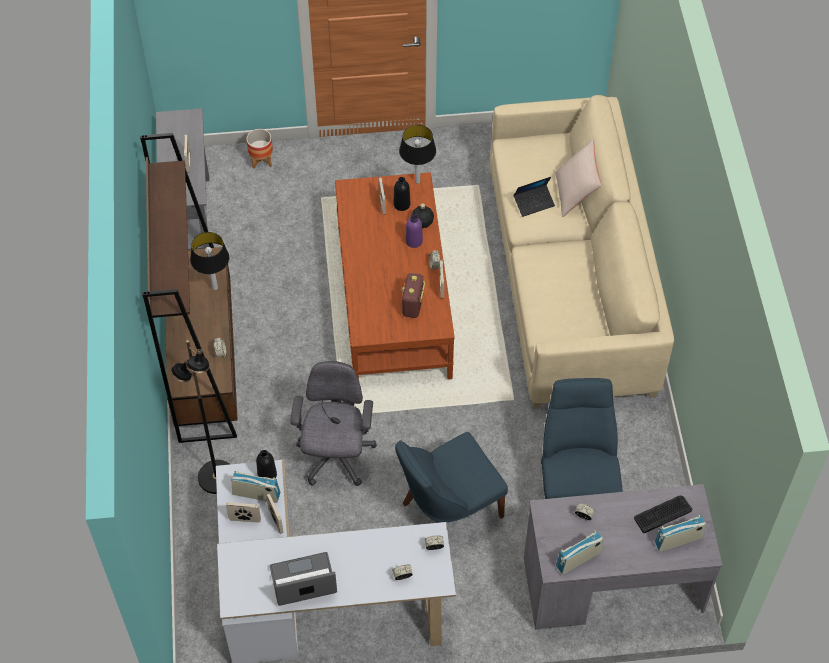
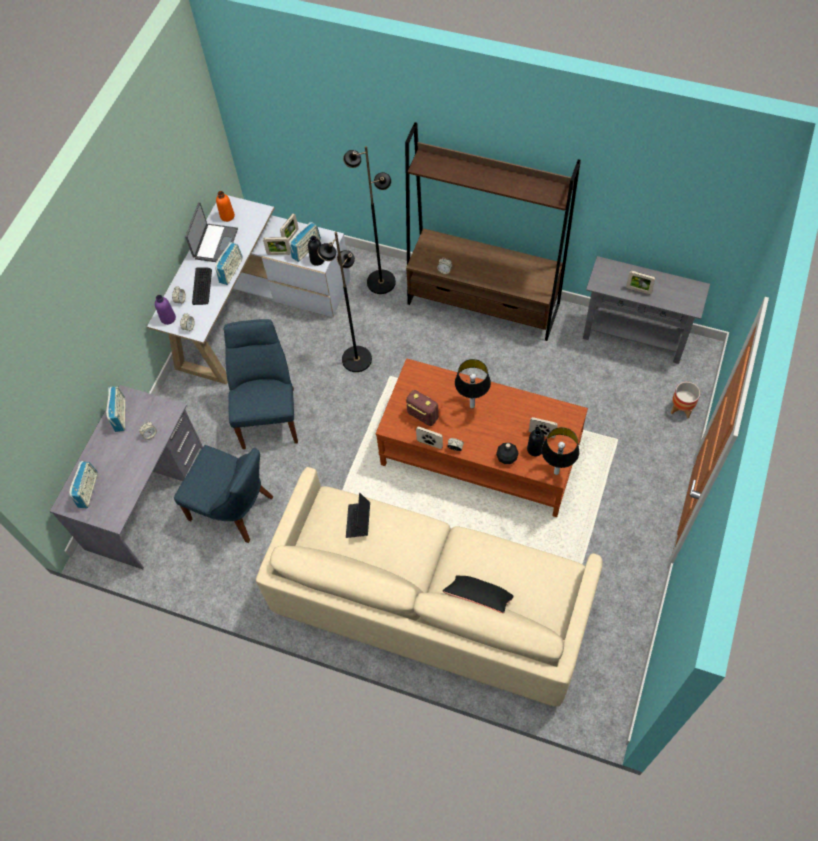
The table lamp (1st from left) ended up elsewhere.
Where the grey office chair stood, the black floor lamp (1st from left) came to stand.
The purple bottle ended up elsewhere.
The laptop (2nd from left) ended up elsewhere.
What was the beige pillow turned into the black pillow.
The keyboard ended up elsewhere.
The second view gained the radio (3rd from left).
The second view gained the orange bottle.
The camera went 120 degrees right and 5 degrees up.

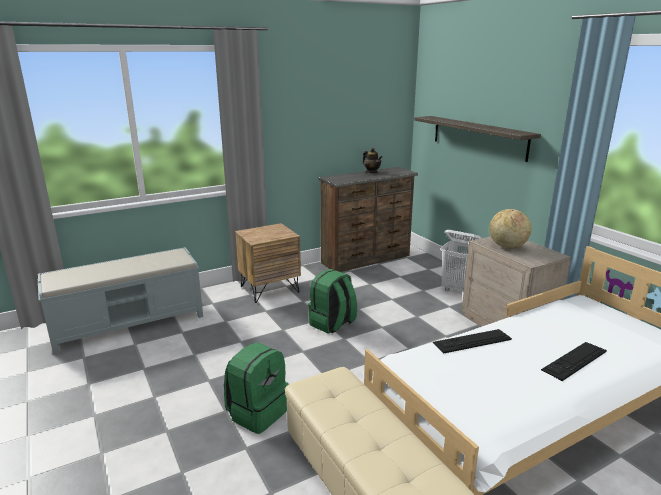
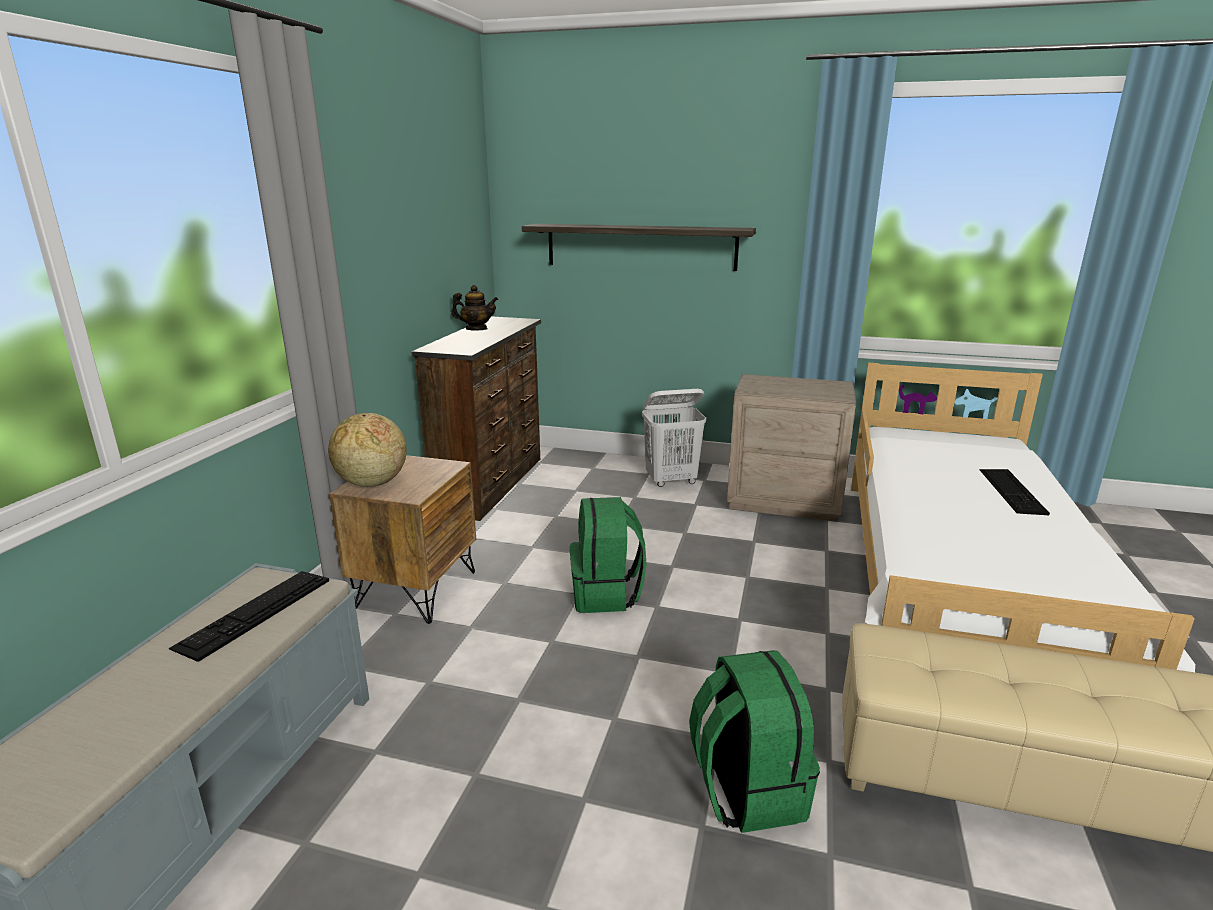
The keyboard (1st from left) ended up elsewhere.
The globe ended up elsewhere.
The camera went 45 degrees left and 0 degrees up.

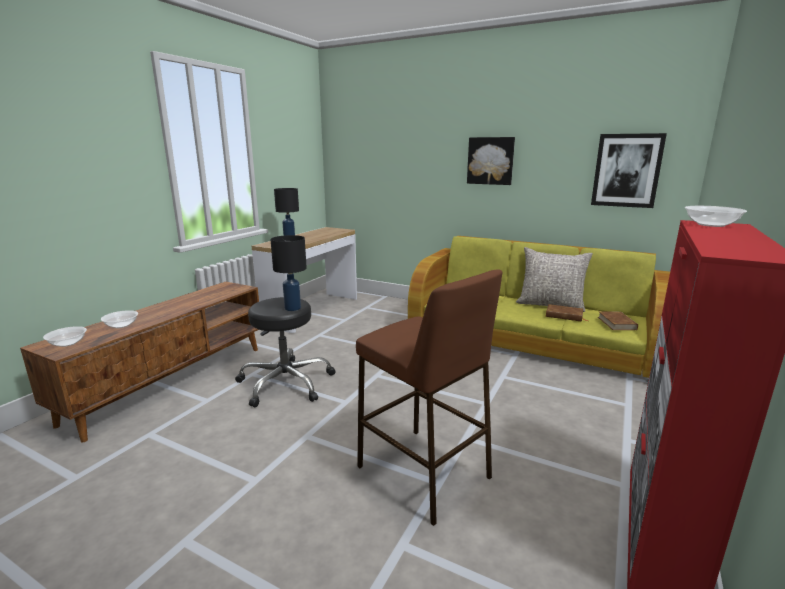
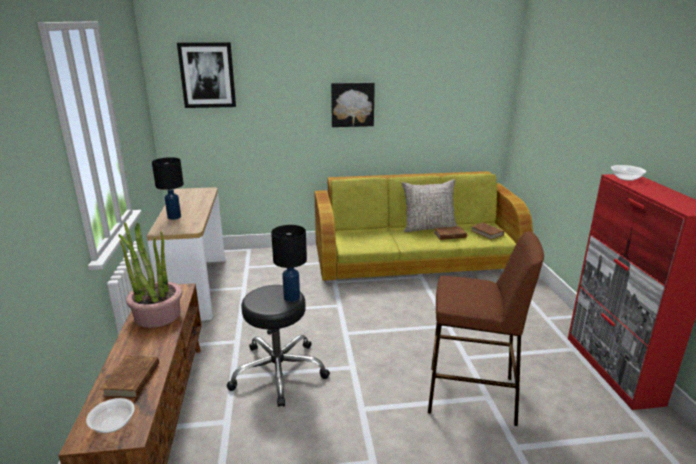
Where the bowl (2nd from left) stood, the brown book (1st from left) came to stand.
The picture (2nd from left in the first image) ended up elsewhere.
The second view gained the potted plant.
The camera went 35 degrees left and 5 degrees up.

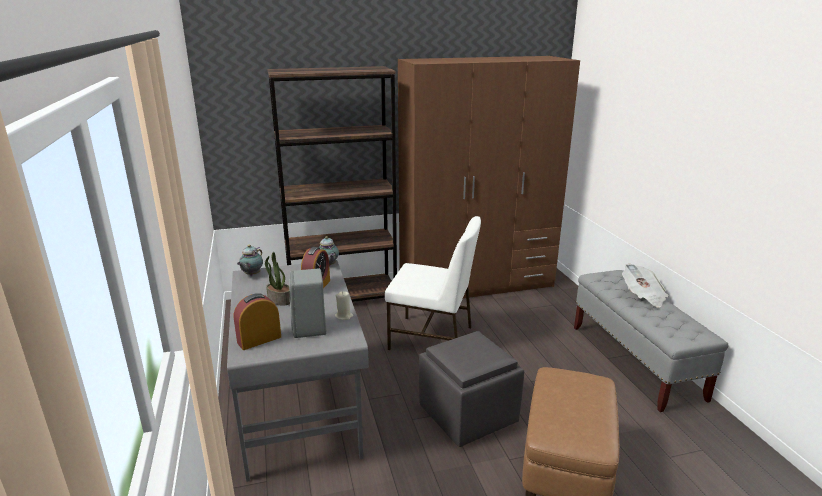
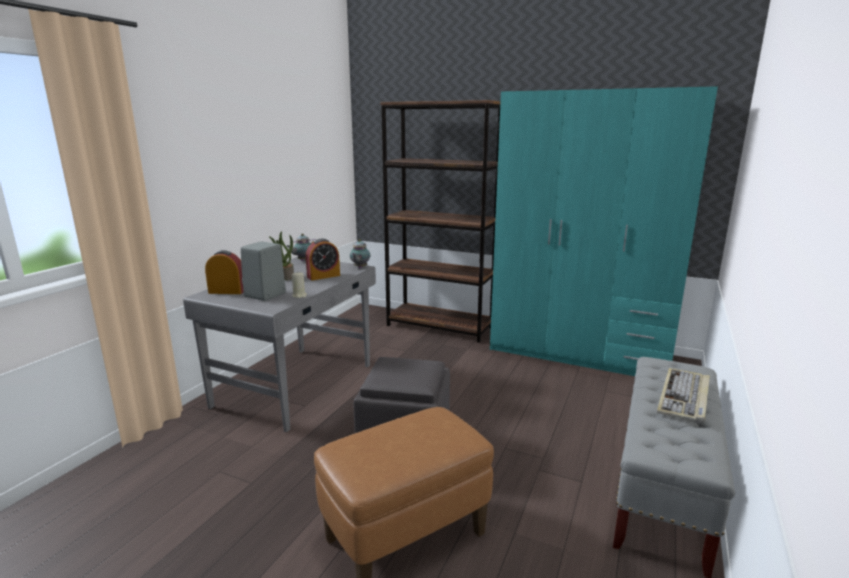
The second view lost the white chair.
What was the brown wardrobe turned into the turquoise wardrobe.
Where the newspaper stood, the keyboard came to stand.
The camera went 40 degrees right and 5 degrees down.

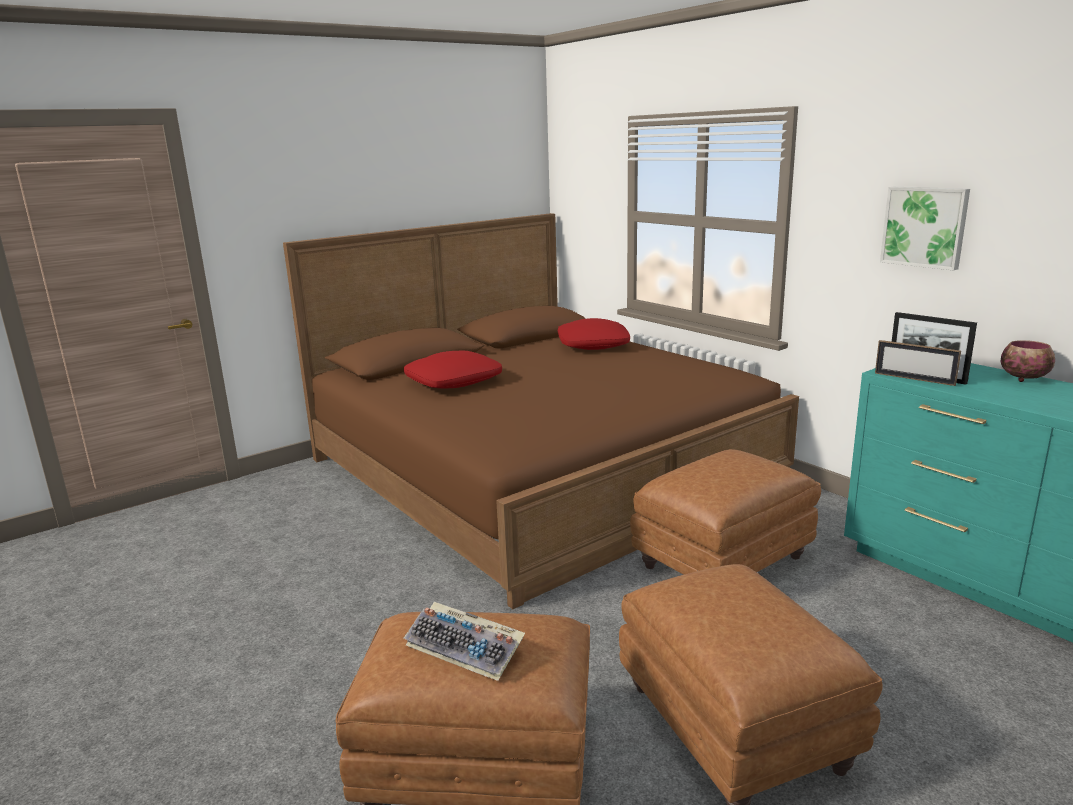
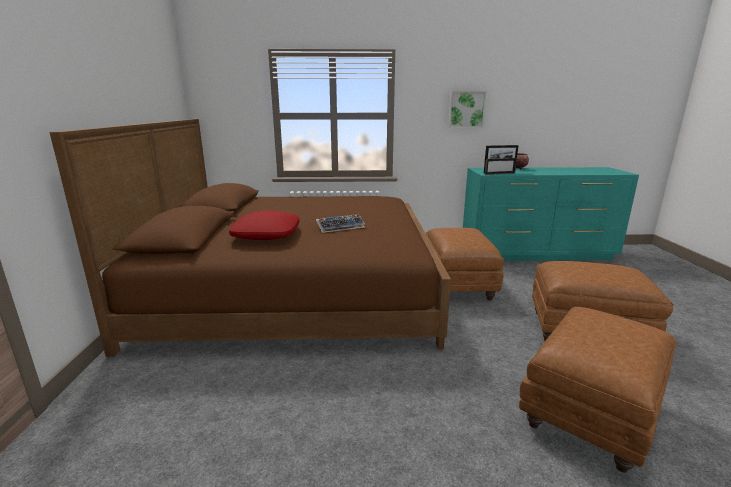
The keyboard ended up elsewhere.
The second view lost the red pillow (2nd from left).
The camera went 55 degrees left and 0 degrees up.

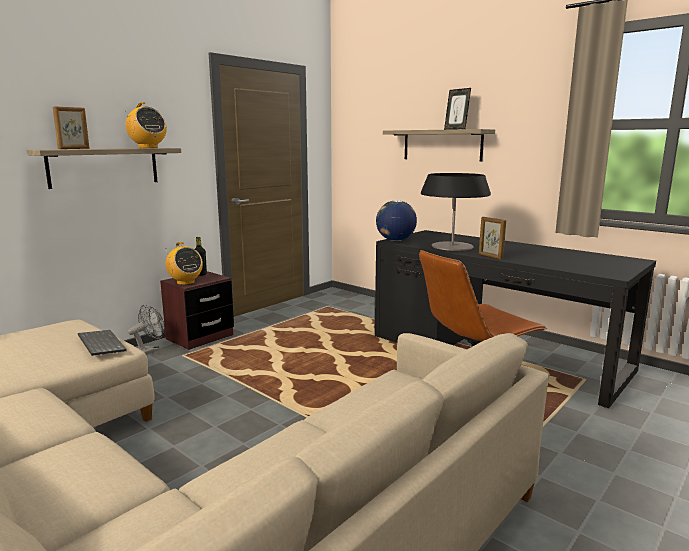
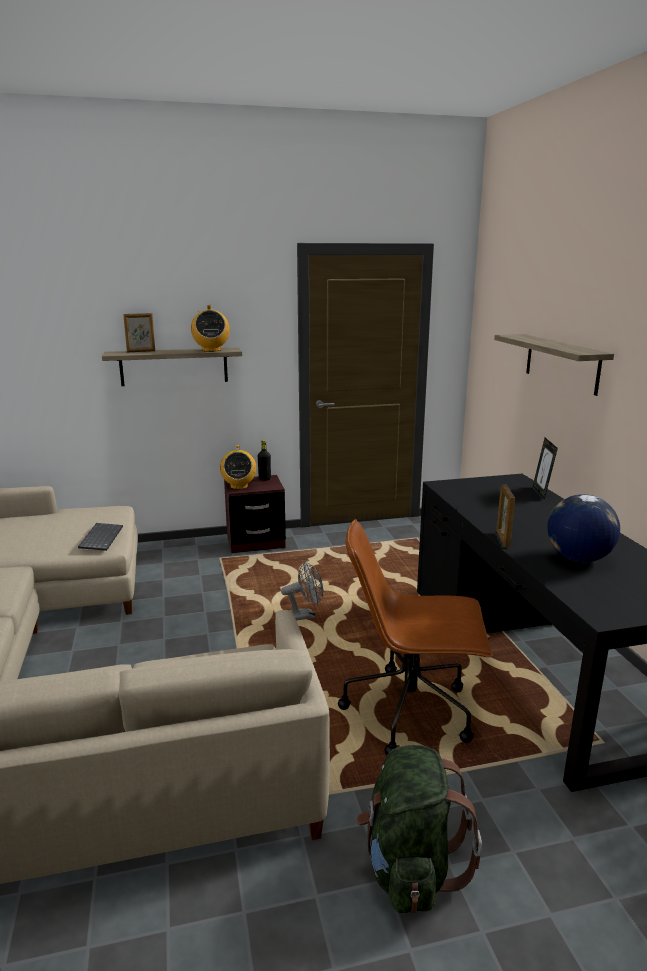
The grey fan ended up elsewhere.
The globe ended up elsewhere.
The second view lost the table lamp.
The picture frame (2nd from left in the first image) ended up elsewhere.
The second view gained the green backpack.
The camera went 35 degrees right and 5 degrees up.

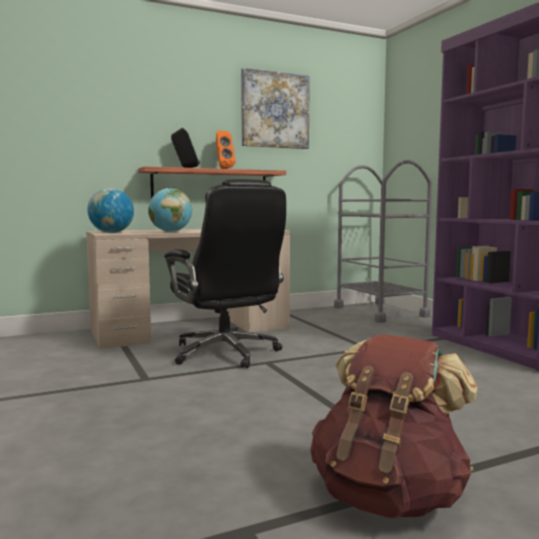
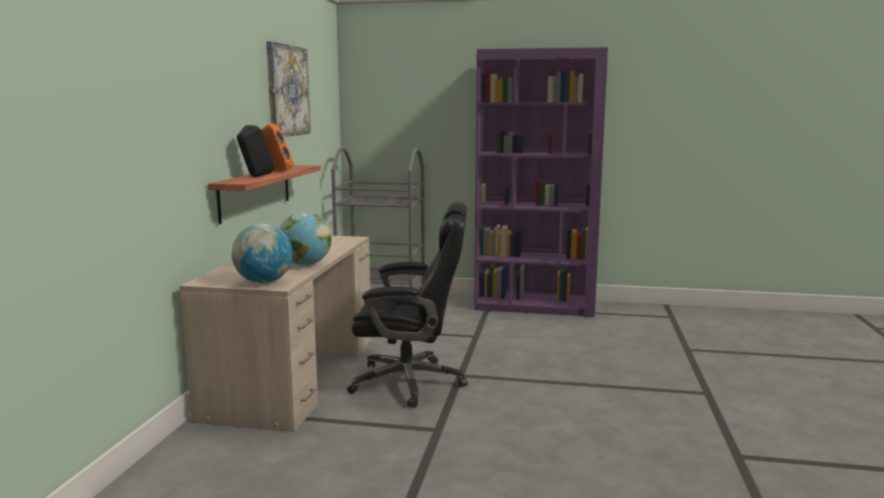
The second view lost the brown backpack.
The camera went 55 degrees left and 5 degrees up.

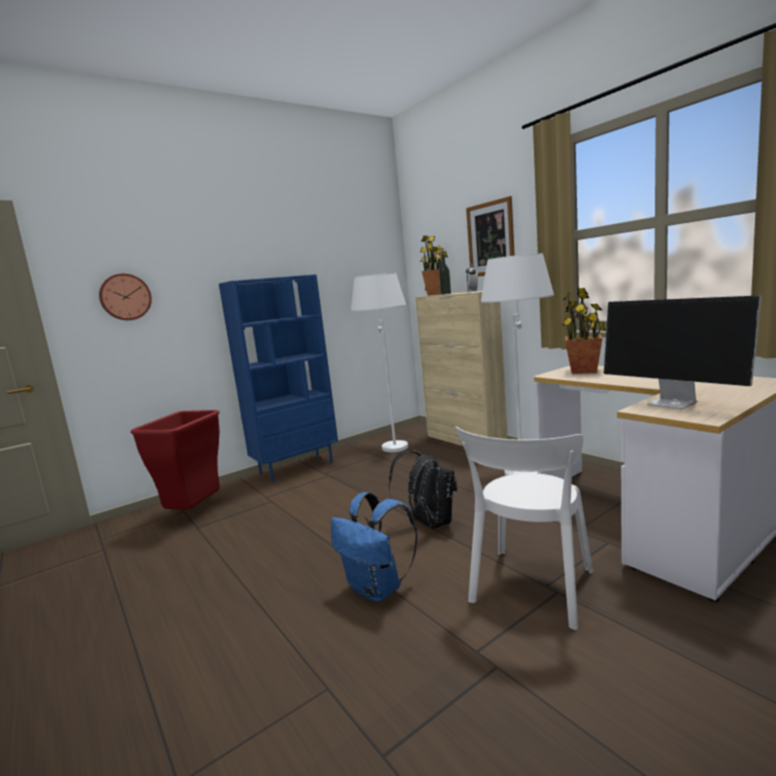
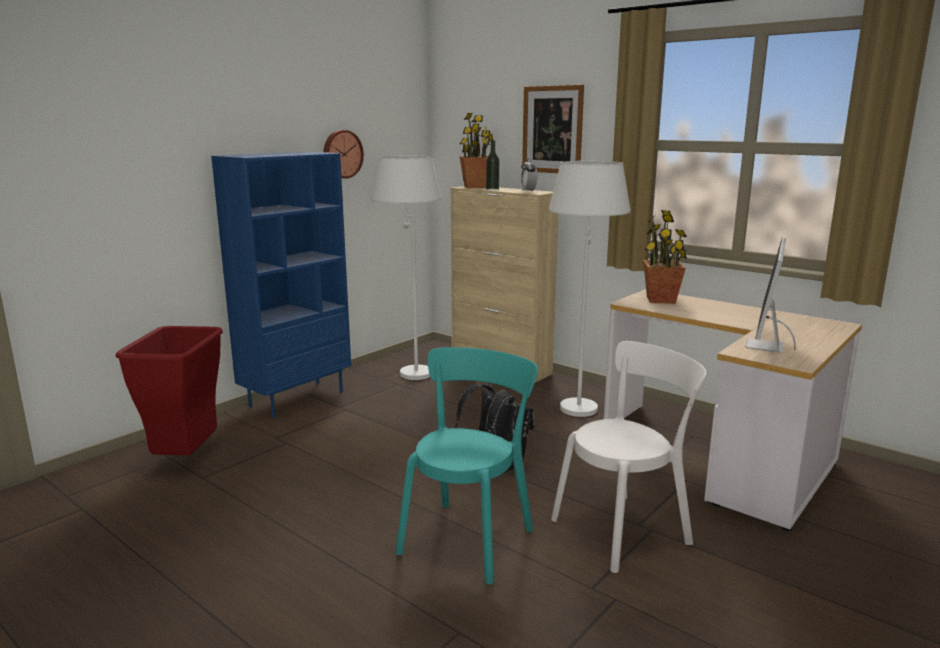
The wall clock ended up elsewhere.
Where the blue backpack stood, the turquoise chair came to stand.
The white chair ended up facing another way, 135 degrees counterclockwise from before.
The monitor ended up facing another way, 75 degrees clockwise from before.
The camera went 15 degrees left and 5 degrees up.

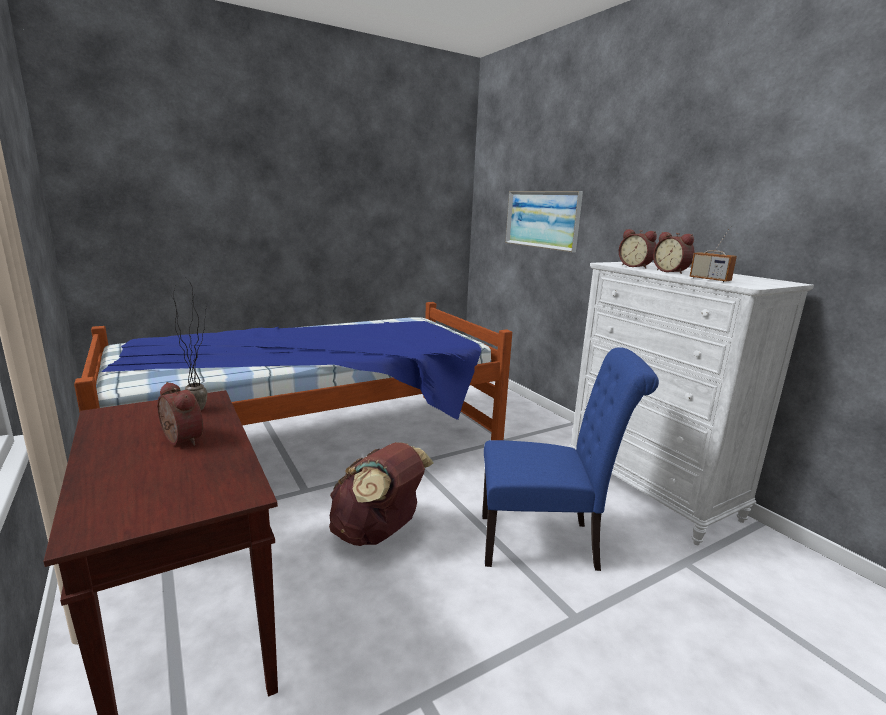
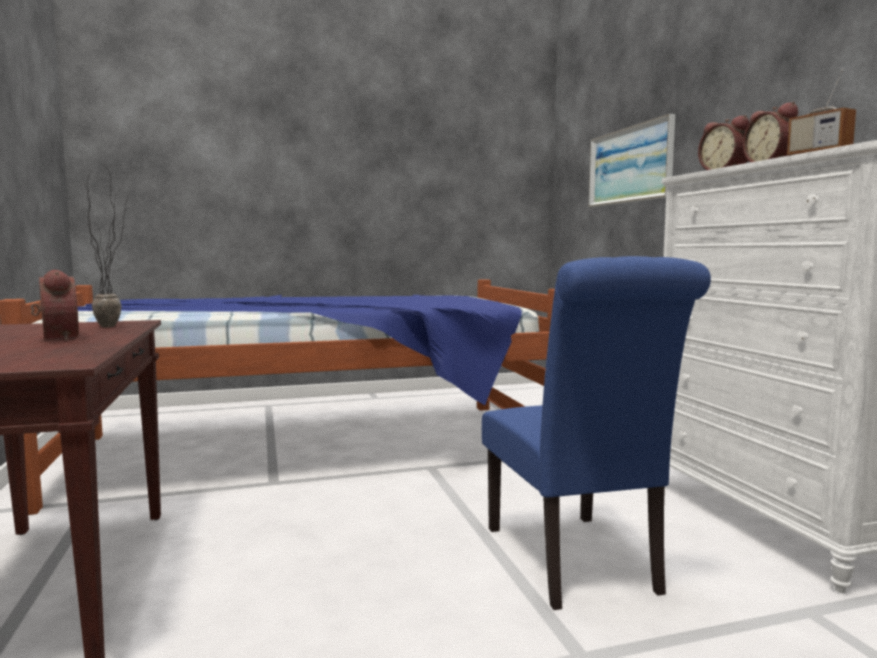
The second view lost the brown backpack.
The blue chair ended up facing another way, 60 degrees clockwise from before.
The camera went 15 degrees right and 10 degrees down.

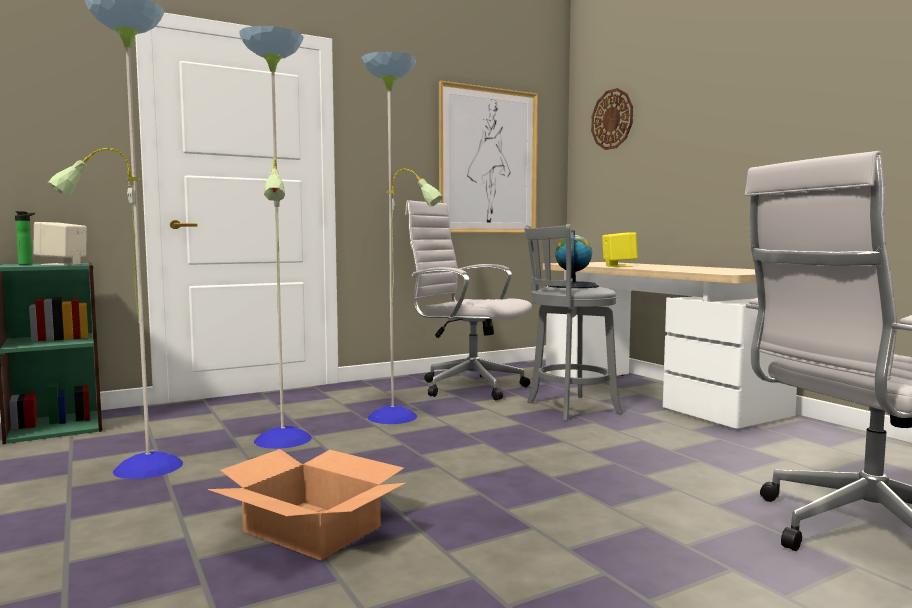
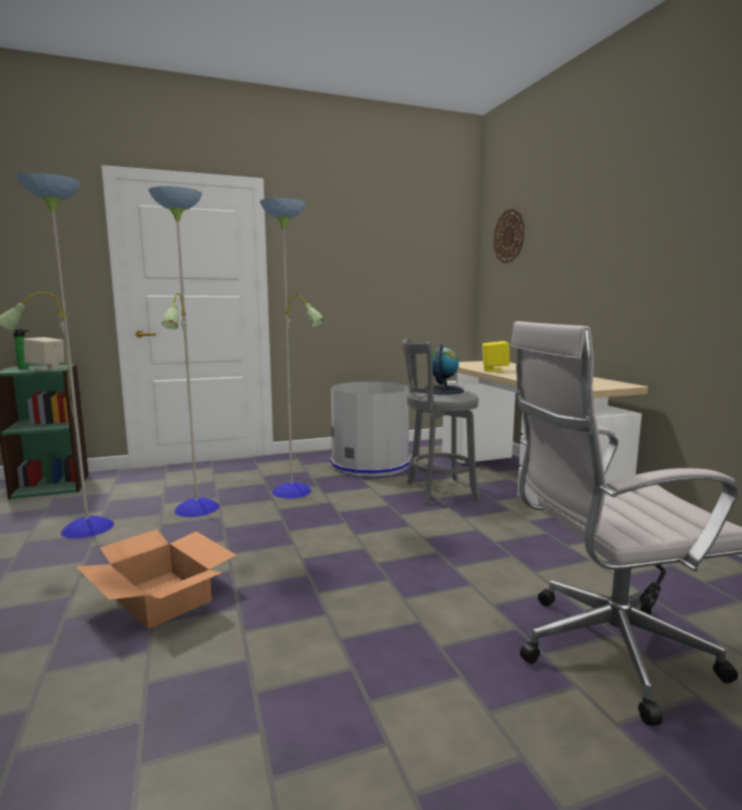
Where the white office chair (1st from left) stood, the grey trash can came to stand.
The second view lost the picture.
The camera went 10 degrees right and 5 degrees up.

